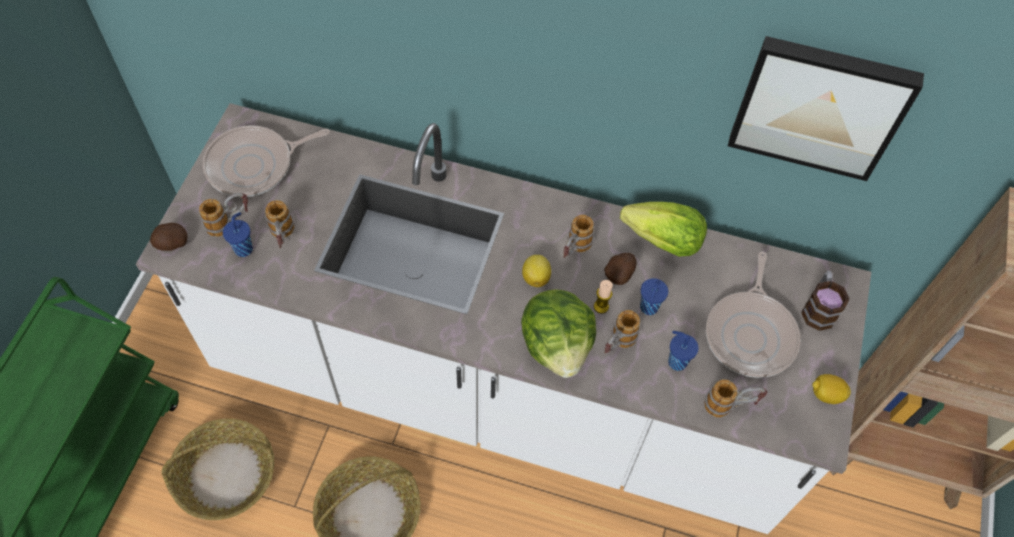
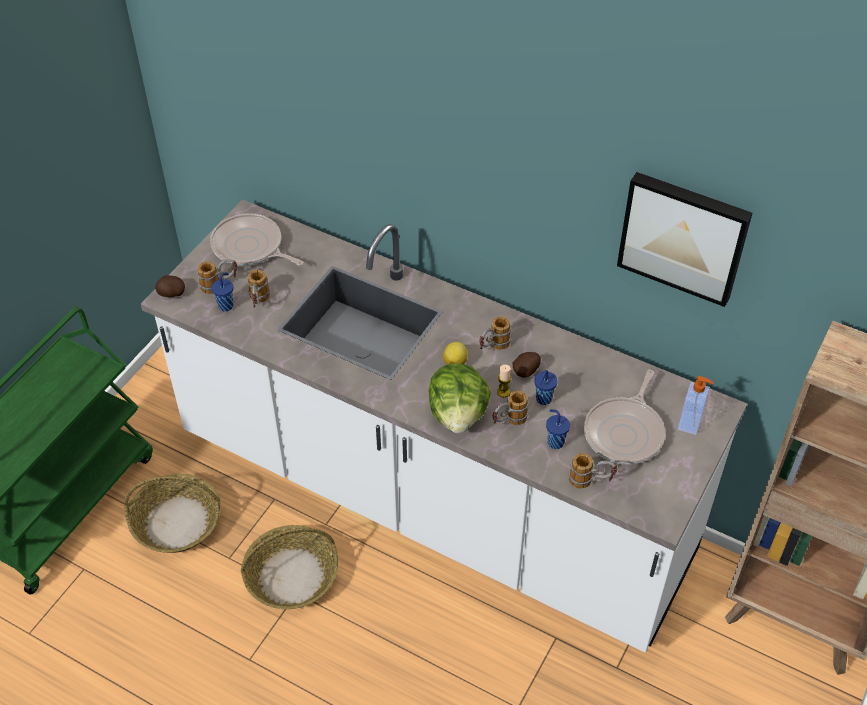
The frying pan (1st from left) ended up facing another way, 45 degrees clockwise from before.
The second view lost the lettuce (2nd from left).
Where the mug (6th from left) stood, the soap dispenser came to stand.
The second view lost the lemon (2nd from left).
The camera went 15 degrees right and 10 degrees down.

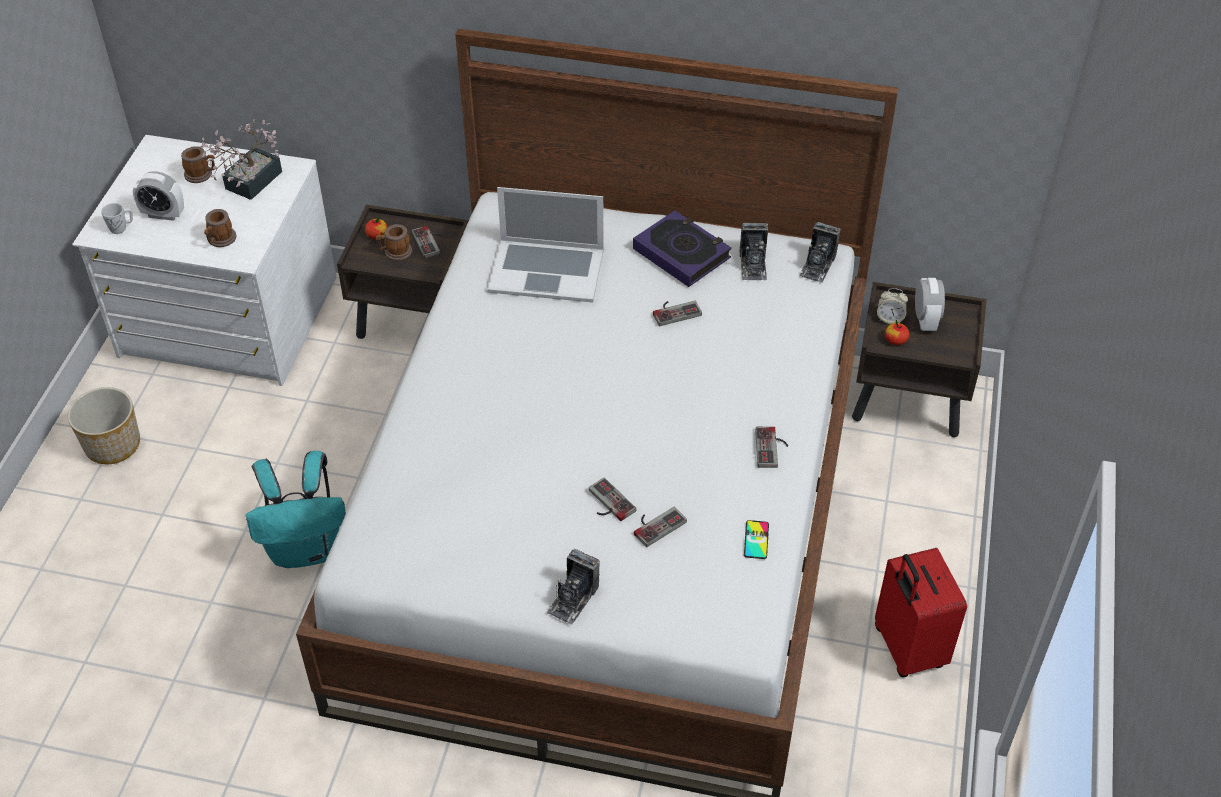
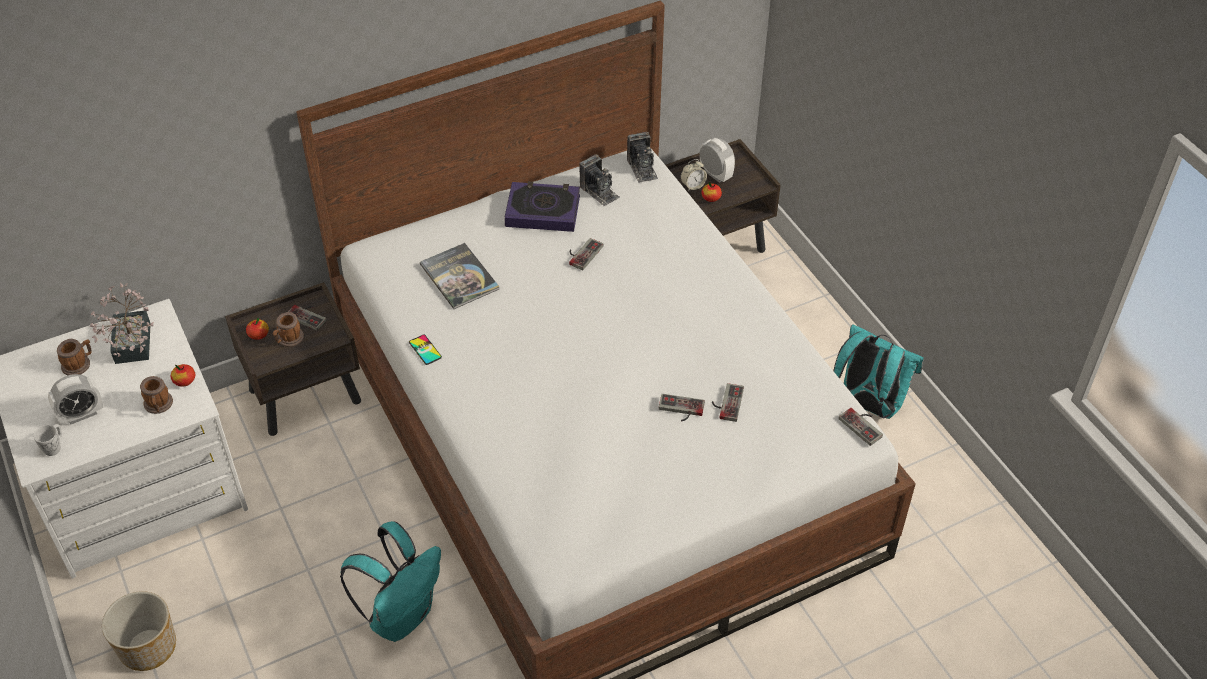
Where the laptop stood, the book (1st from left) came to stand.
The second view lost the photo camera (1st from left).
The phone ended up elsewhere.
The game controller (5th from left) ended up elsewhere.
Where the red suitcase stood, the turquoise backpack (2nd from left) came to stand.
The second view gained the apple (1st from left).
The camera went 40 degrees left and 0 degrees up.

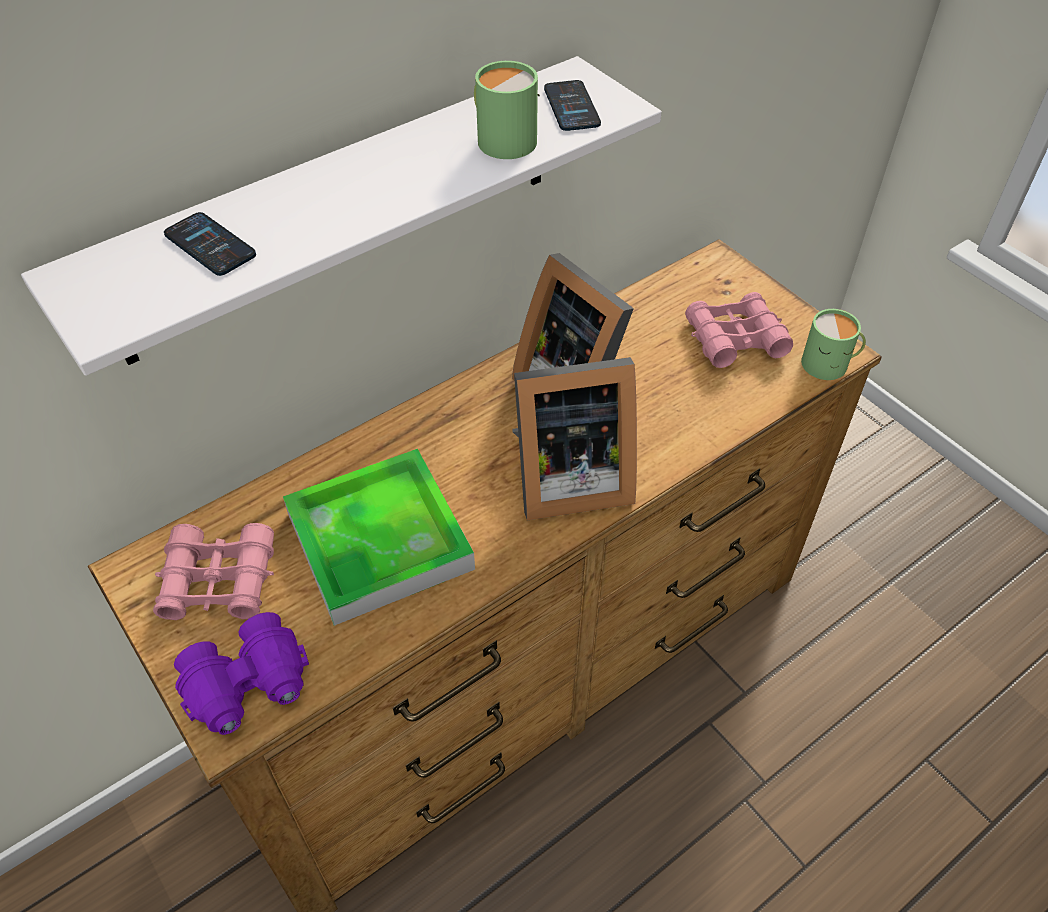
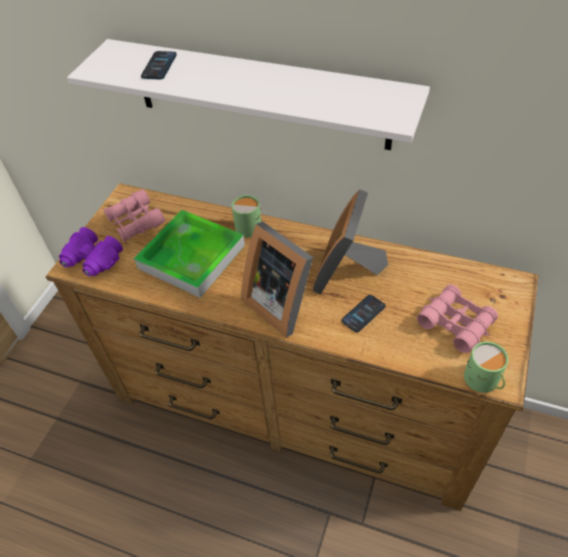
The green mug (1st from left) ended up elsewhere.
The phone (2nd from left) ended up elsewhere.
The camera went 60 degrees right and 0 degrees up.

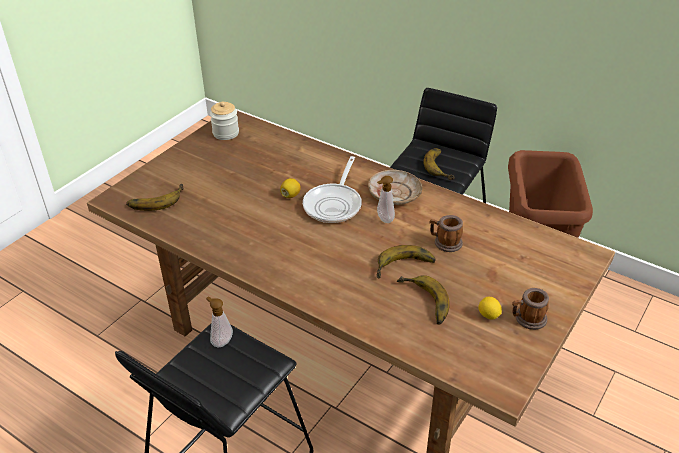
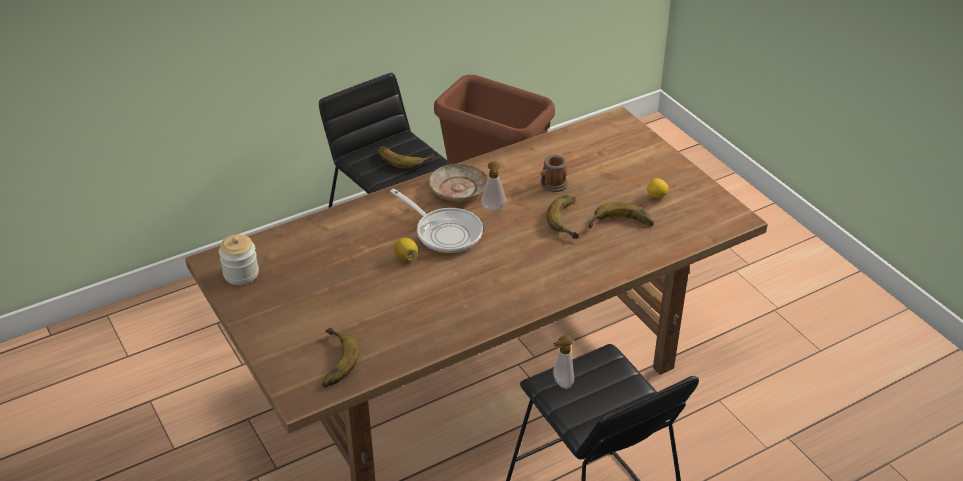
The second view lost the mug (2nd from left).
The camera went 65 degrees left and 0 degrees up.

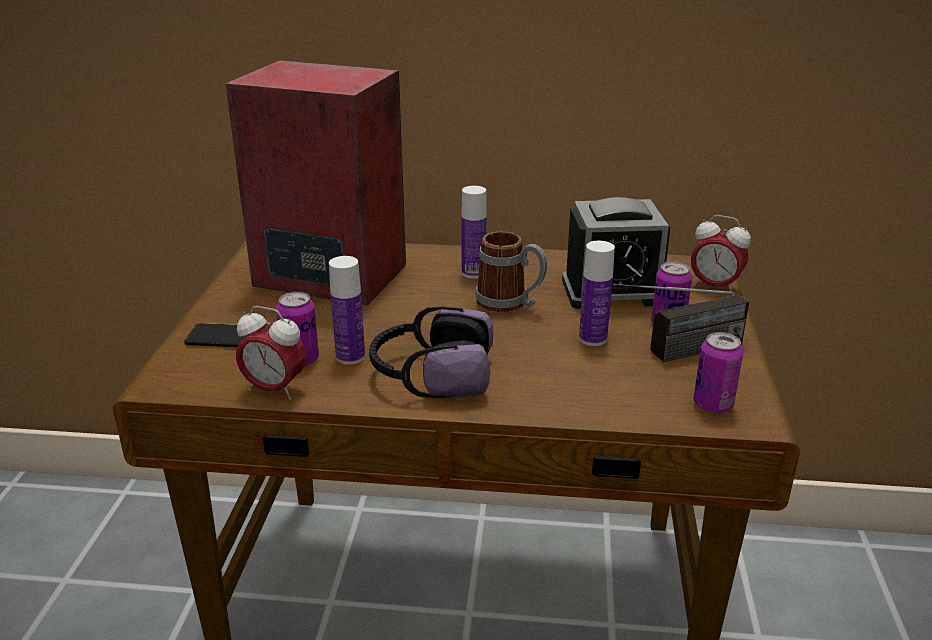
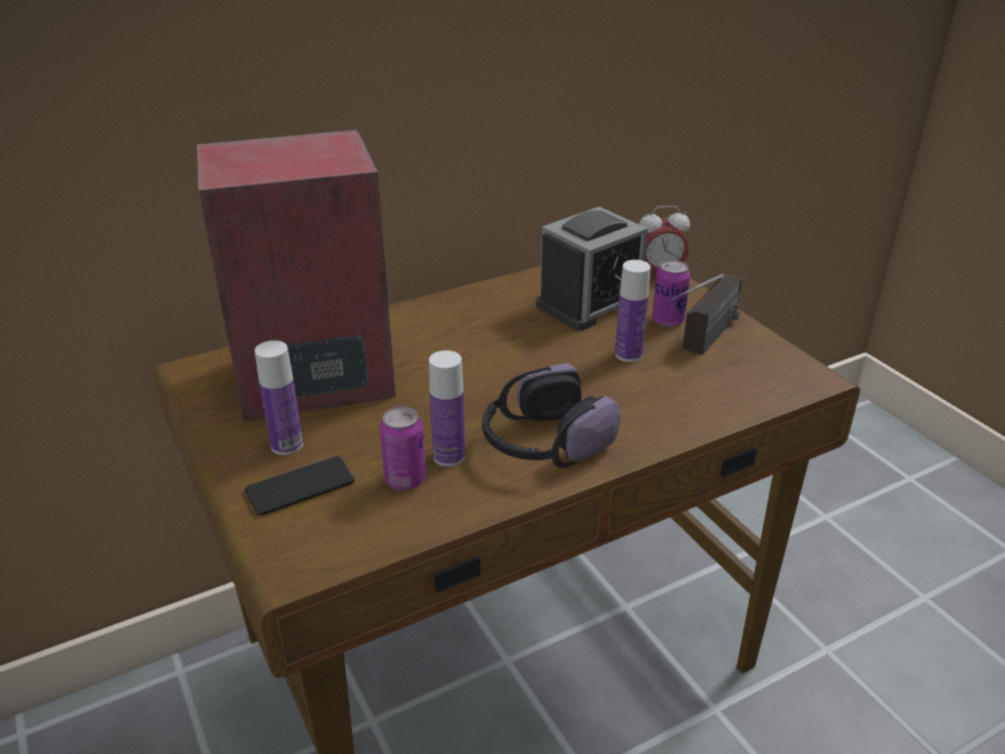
The second view lost the alarm clock (1st from left).
The bottle (2nd from left in the first image) ended up elsewhere.
The second view lost the mug.
The second view lost the can (3rd from left).
The camera went 35 degrees left and 5 degrees up.

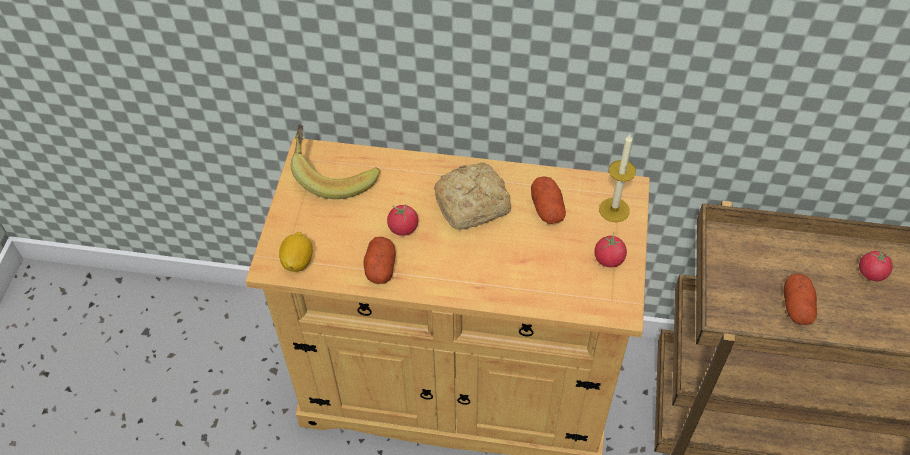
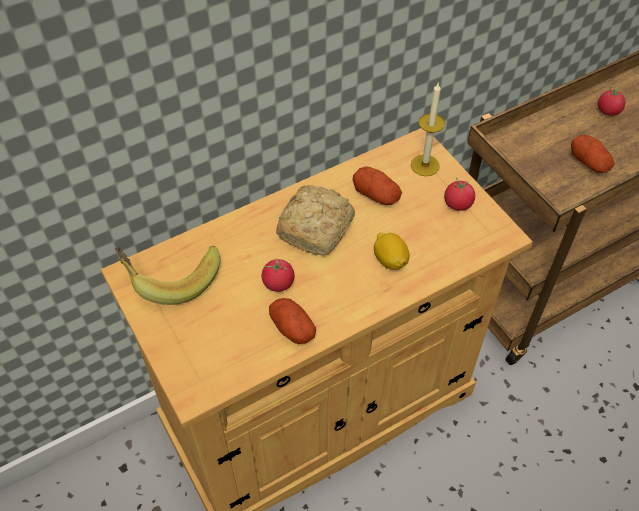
The lemon ended up elsewhere.
The camera went 40 degrees left and 0 degrees up.

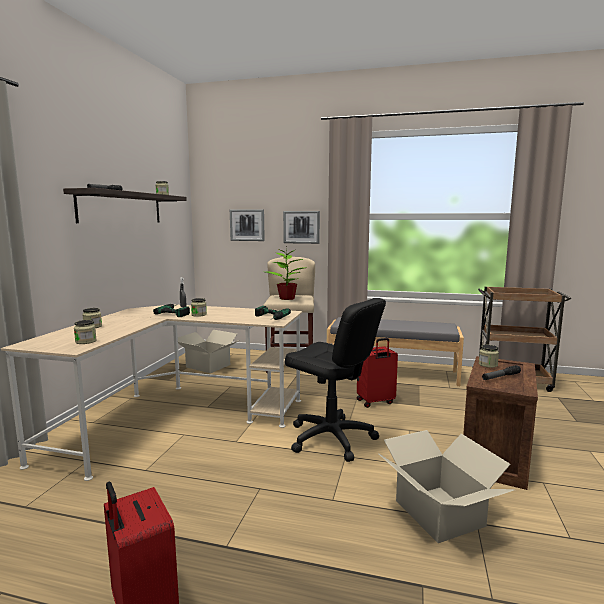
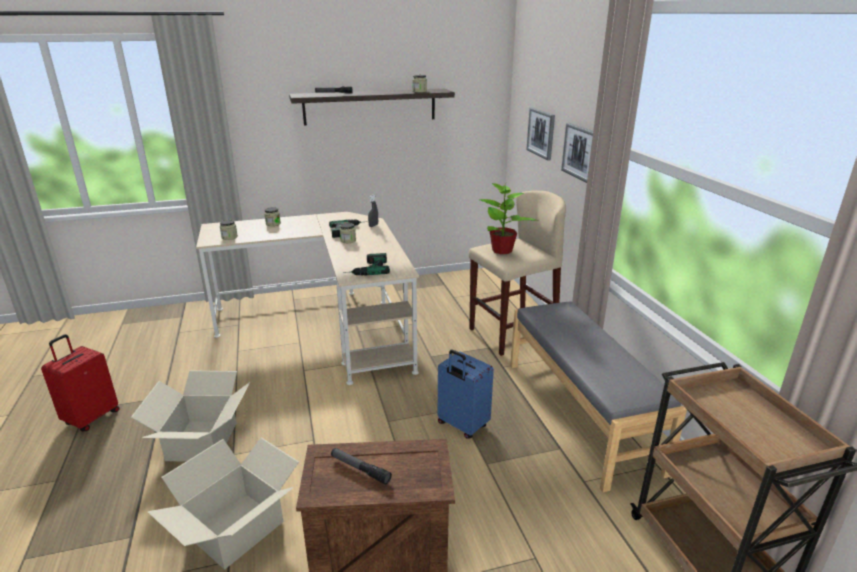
The cardboard box (1st from left) ended up elsewhere.
The second view lost the black office chair.
What was the red suitcase (2nd from left) turned into the blue suitcase.
The second view lost the jar (5th from left).
The camera went 60 degrees right and 15 degrees up.

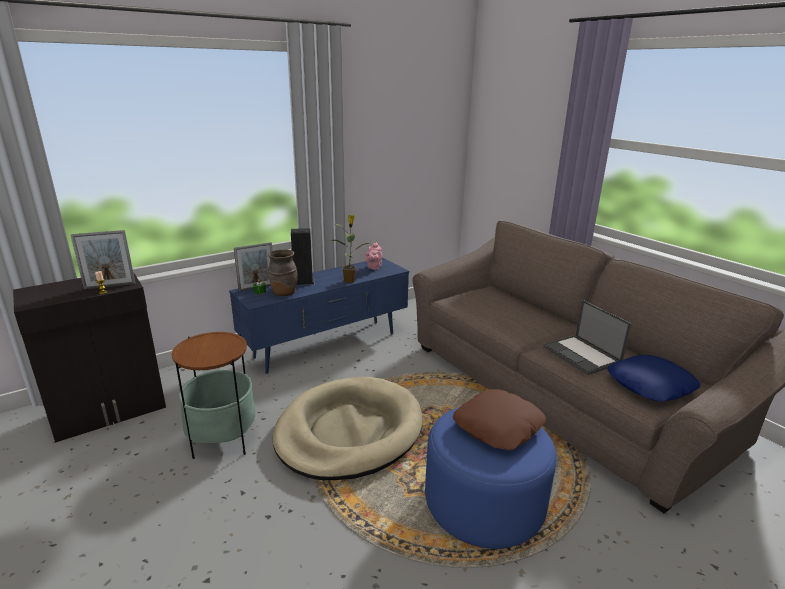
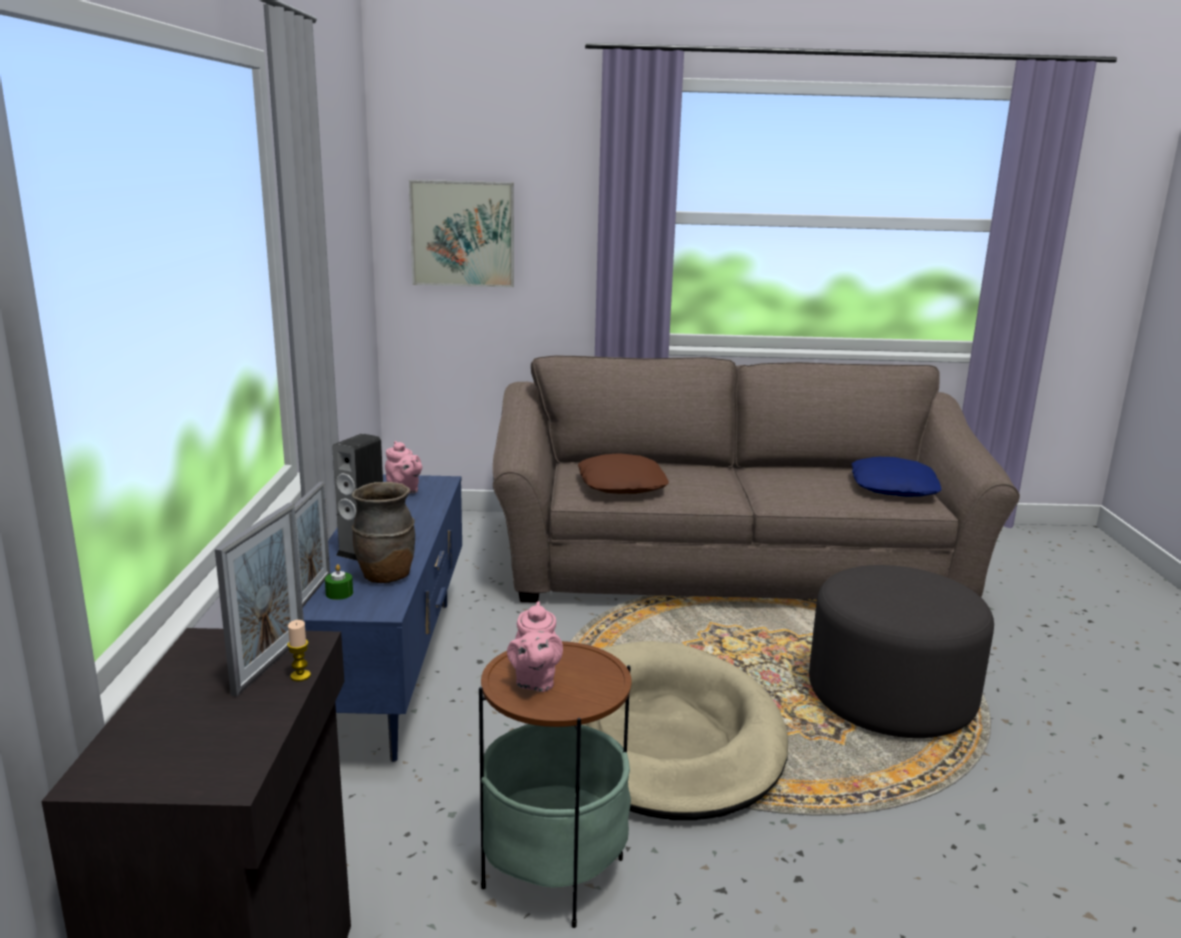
The second view lost the potted plant.
What was the blue ottoman turned into the grey ottoman.
The brown pillow ended up elsewhere.
The second view lost the laptop.
The second view gained the picture.
The second view gained the pink teapot (2nd from left).
The camera went 55 degrees left and 5 degrees down.

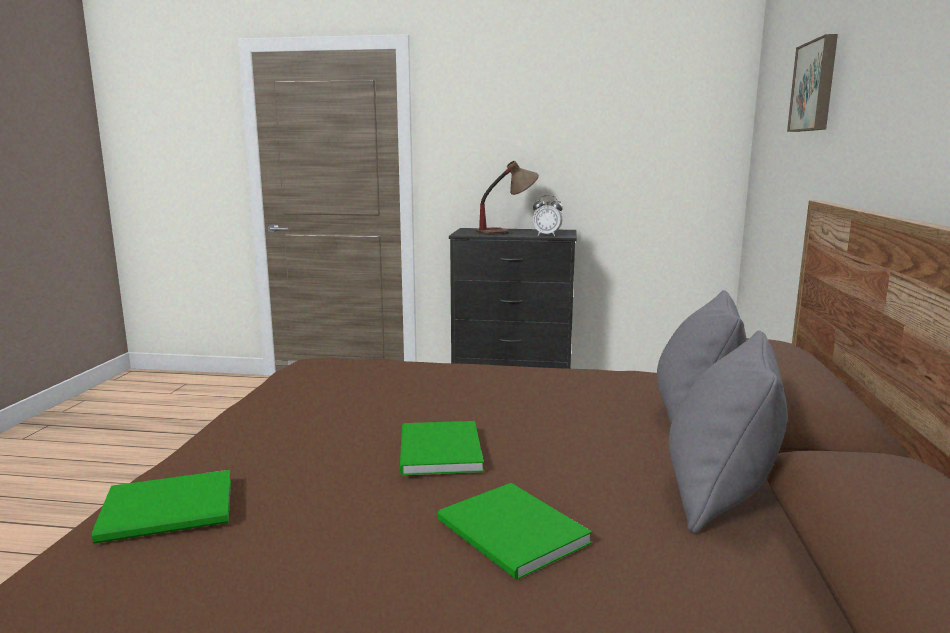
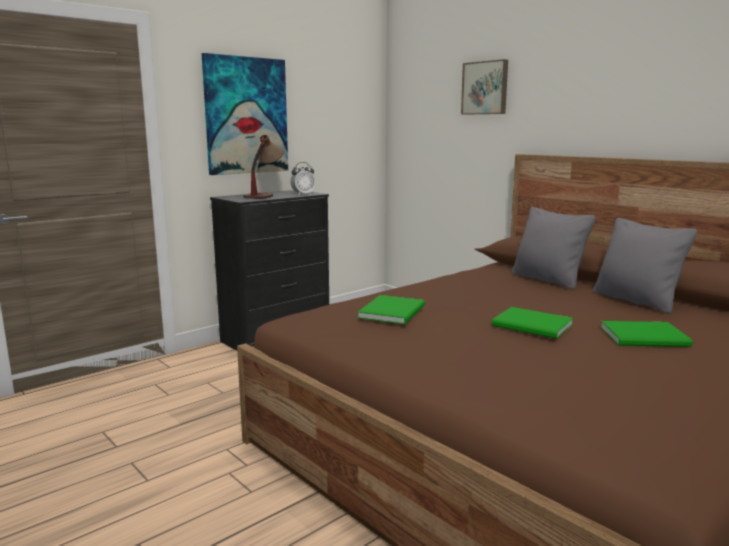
The green book (1st from left) ended up elsewhere.
The second view gained the picture (1st from left).
The camera went 50 degrees left and 0 degrees up.

